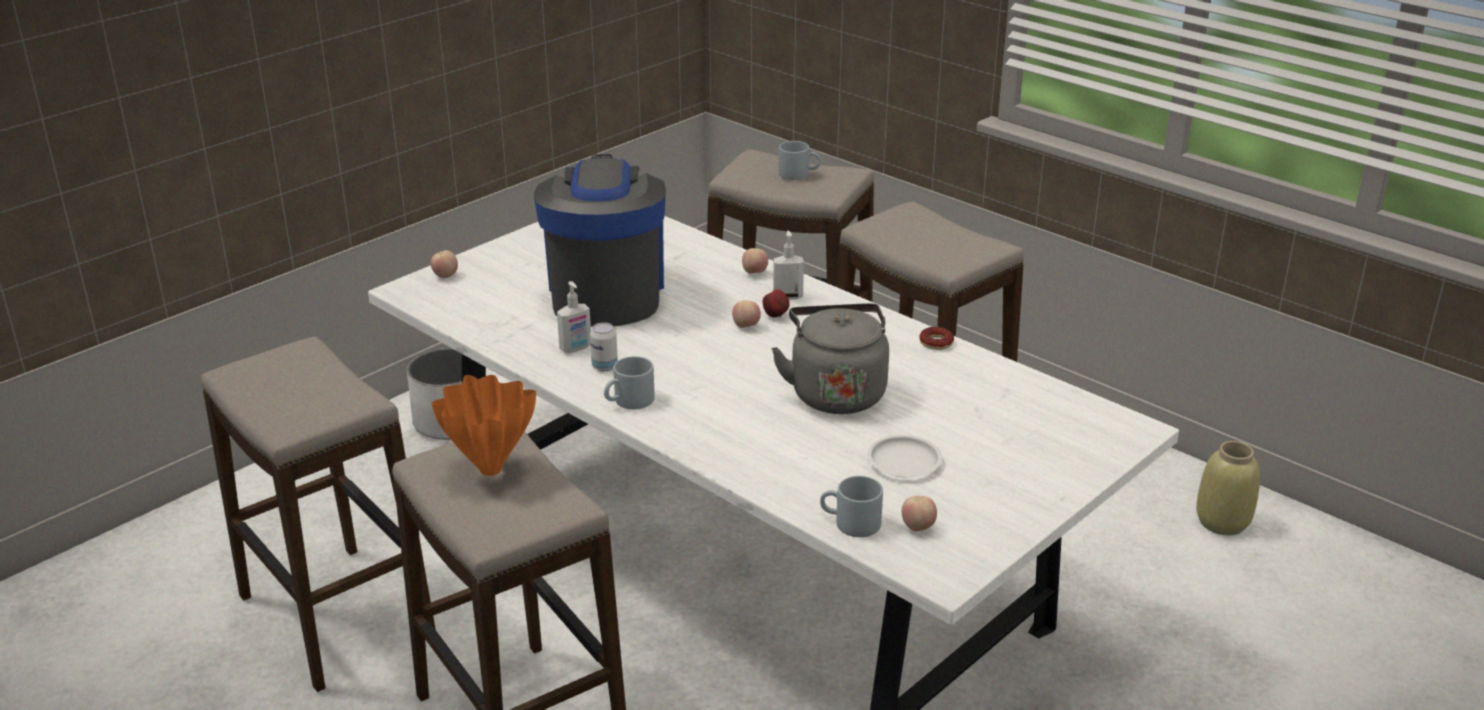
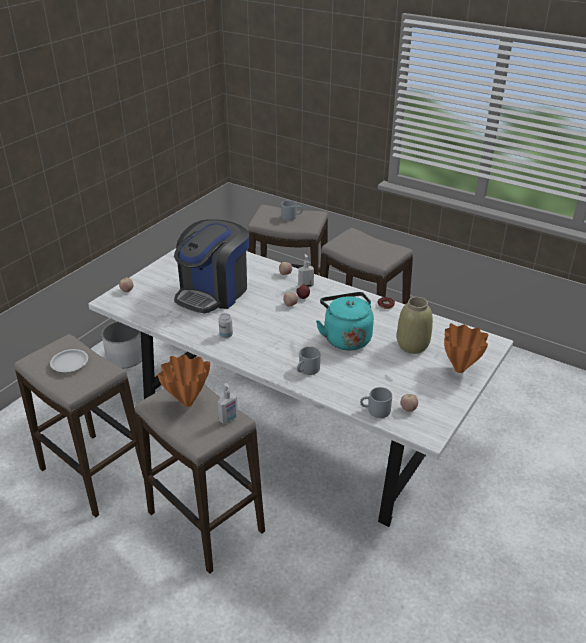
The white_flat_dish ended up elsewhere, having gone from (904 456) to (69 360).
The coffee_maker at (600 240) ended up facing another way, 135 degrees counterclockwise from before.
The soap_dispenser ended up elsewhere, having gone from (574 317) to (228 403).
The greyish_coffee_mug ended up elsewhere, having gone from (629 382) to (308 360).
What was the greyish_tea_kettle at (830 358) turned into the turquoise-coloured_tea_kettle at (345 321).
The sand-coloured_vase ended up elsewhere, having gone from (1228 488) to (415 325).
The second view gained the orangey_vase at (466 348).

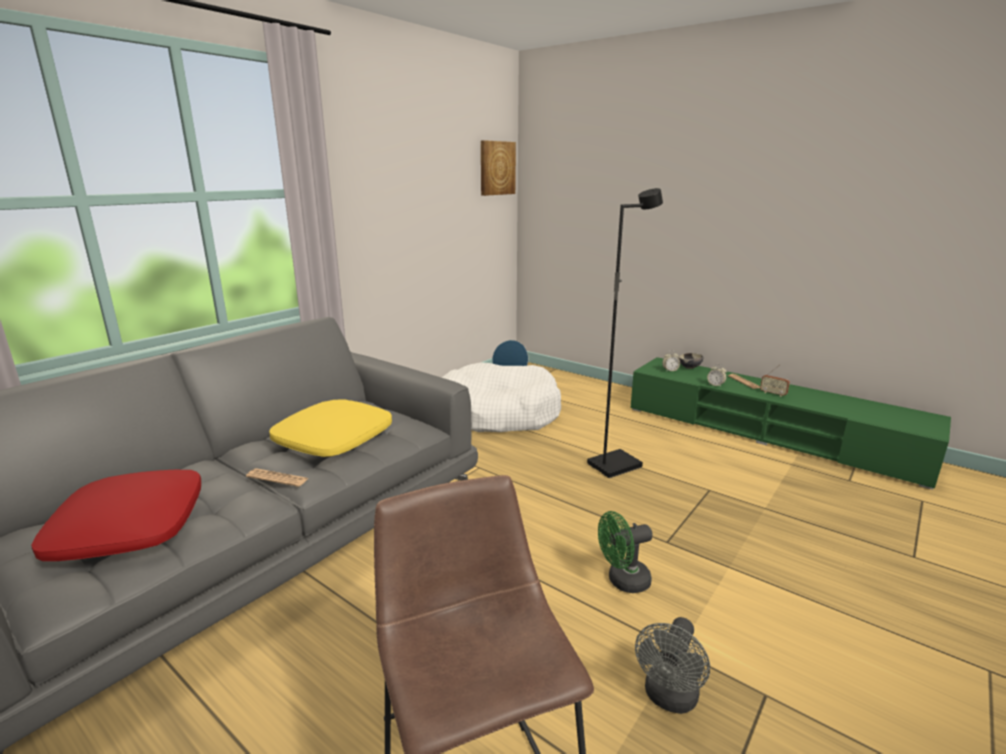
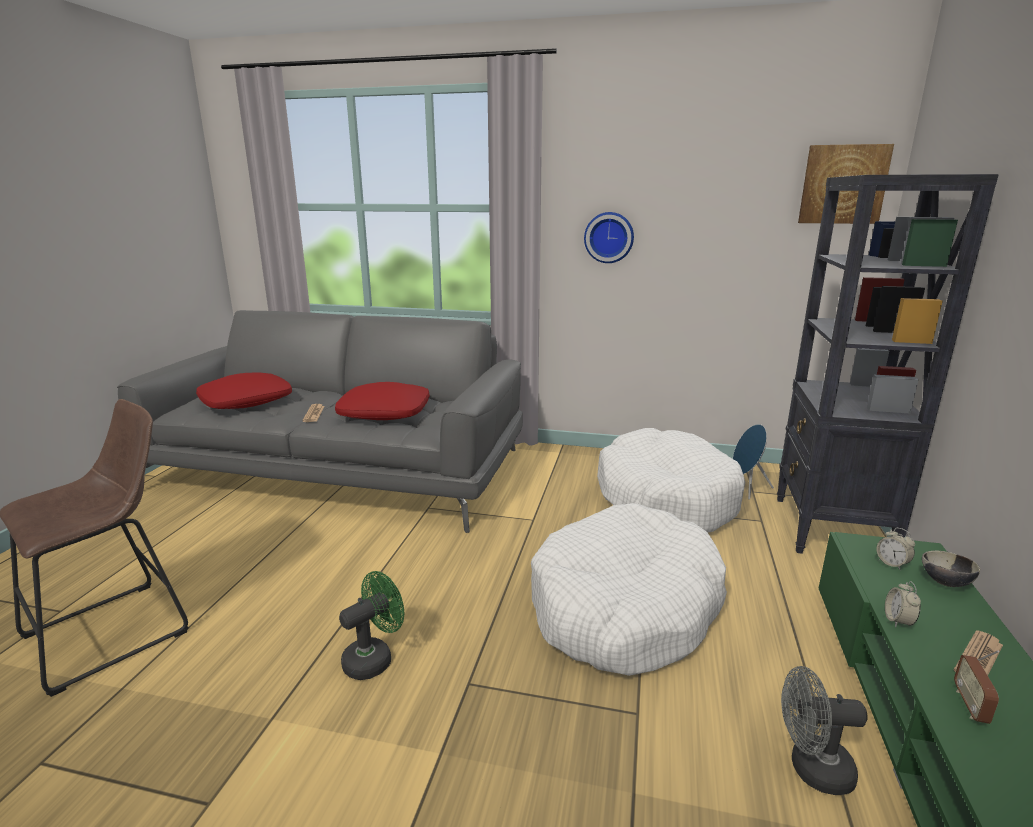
What was the yellow-coloured_pillow at (330 428) turned into the red_pillow at (382 401).
The green_electric_fan at (625 552) ended up facing another way, 90 degrees clockwise from before.
Where the blackish_standing_lamp stood at (625 333), the white_dog_bed came to stand at (629 589).
The second view gained the wall_clock at (609 237).
The second view gained the blackish_shelving_unit at (888 364).
The greyish_electric_fan ended up elsewhere, having gone from (672 665) to (824 730).

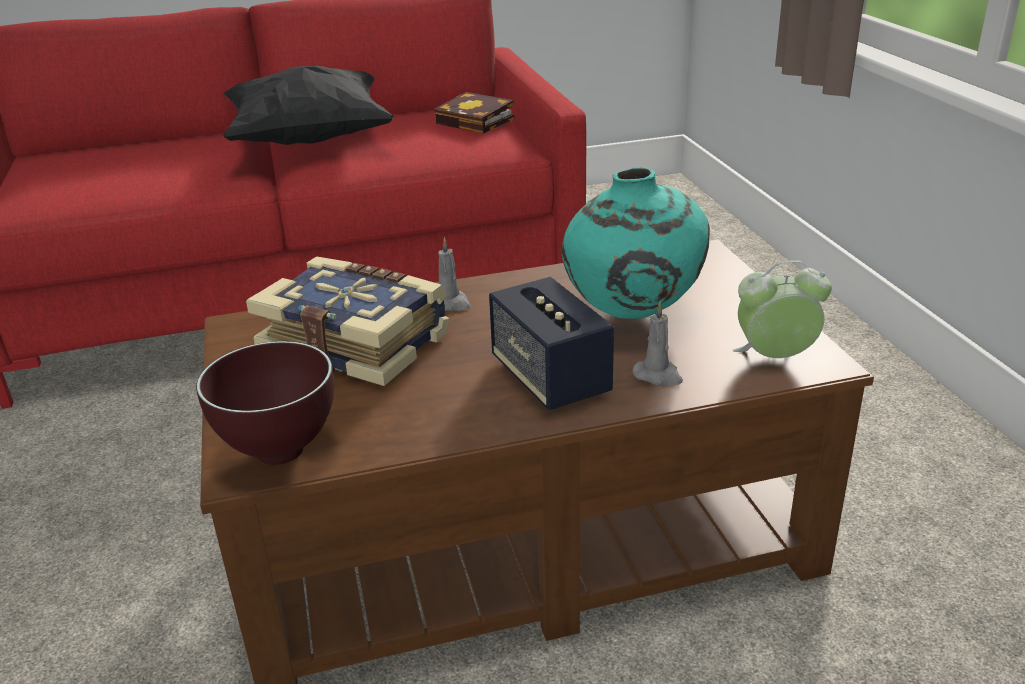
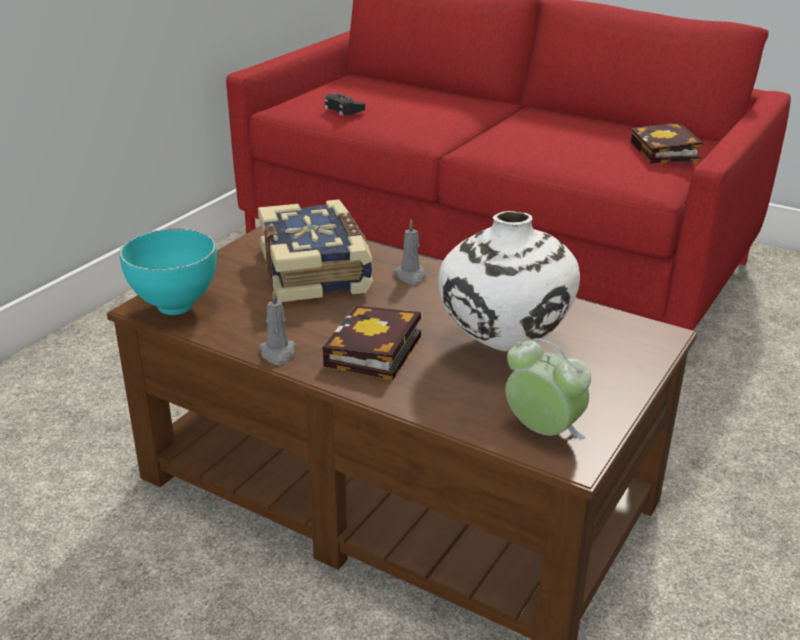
What was the brownish_bowl at (265 403) turned into the turquoise-coloured_bowl at (168 272).
The greyish_wax_light ended up elsewhere, having gone from (658 343) to (277 327).
Where the speaker stood at (551 343), the volume came to stand at (371 343).
The second view gained the blackish_joypad at (345 104).
What was the turquoise-coloured_vase at (636 243) turned into the white_vase at (509 281).
The second view lost the blackish_pillow at (308 105).

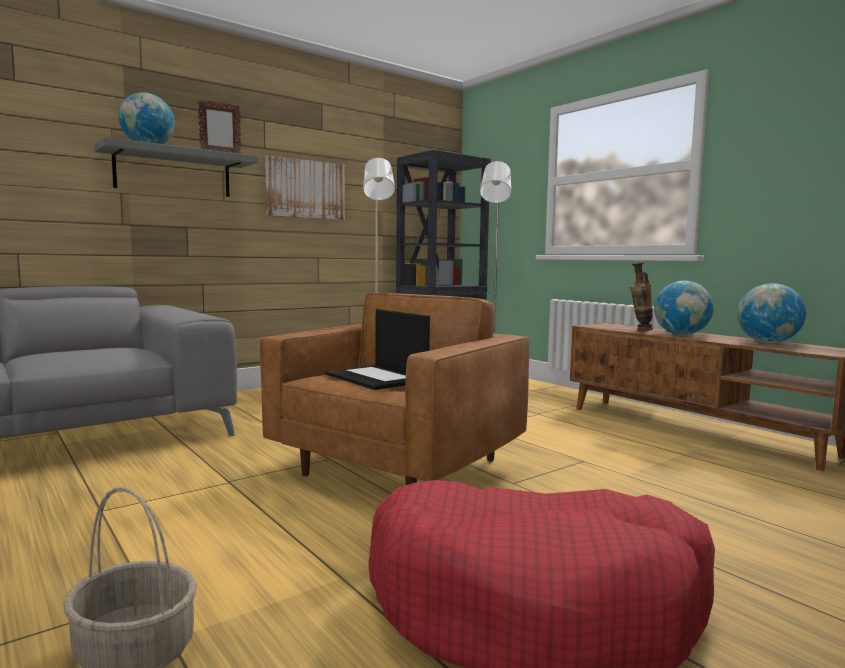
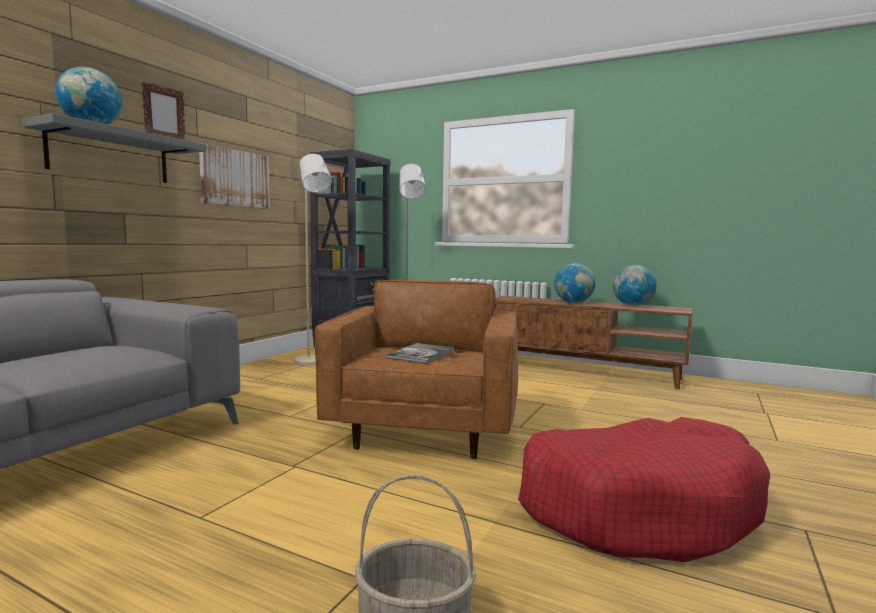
Where the notebook_computer stood at (378 349), the volume came to stand at (420 353).
The second view lost the vase at (641 296).

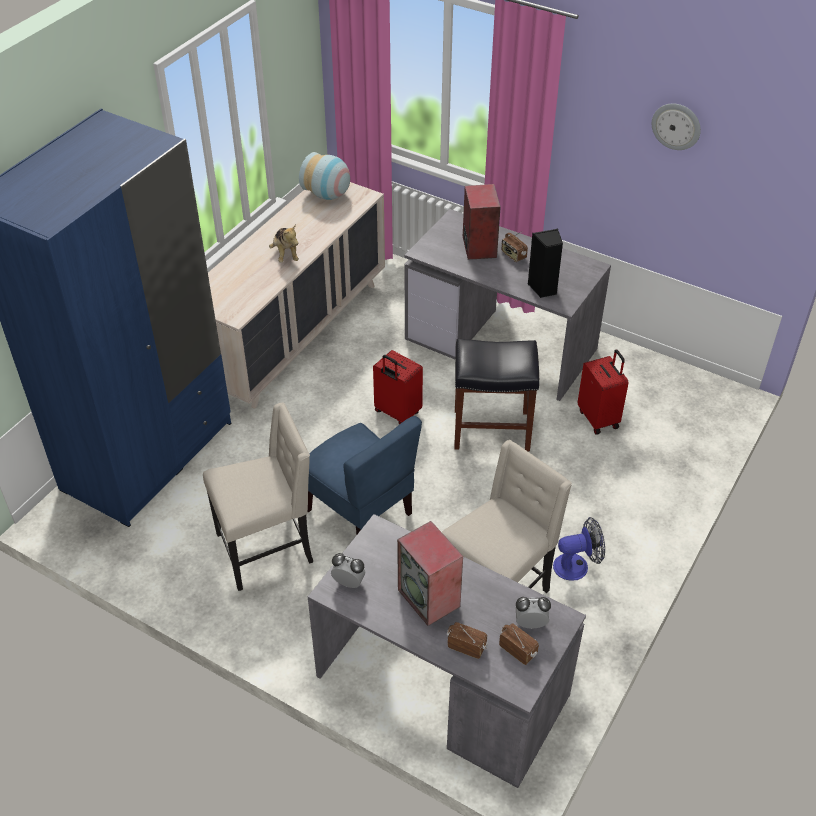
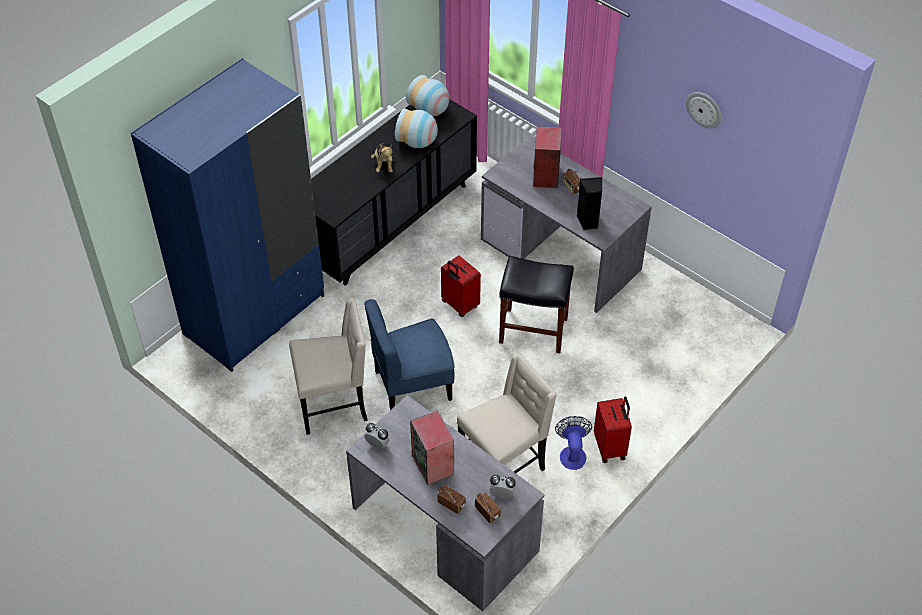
What was the sand-coloured_dresser at (296 295) turned into the blackish_dresser at (394 192).
The blue-coloured_upright_chair at (365 475) ended up facing another way, 105 degrees clockwise from before.
The second view gained the vase at (416 128).
The electric_fan at (579 549) ended up facing another way, 90 degrees counterclockwise from before.
The red_piece_of_luggage ended up elsewhere, having gone from (603 392) to (613 430).

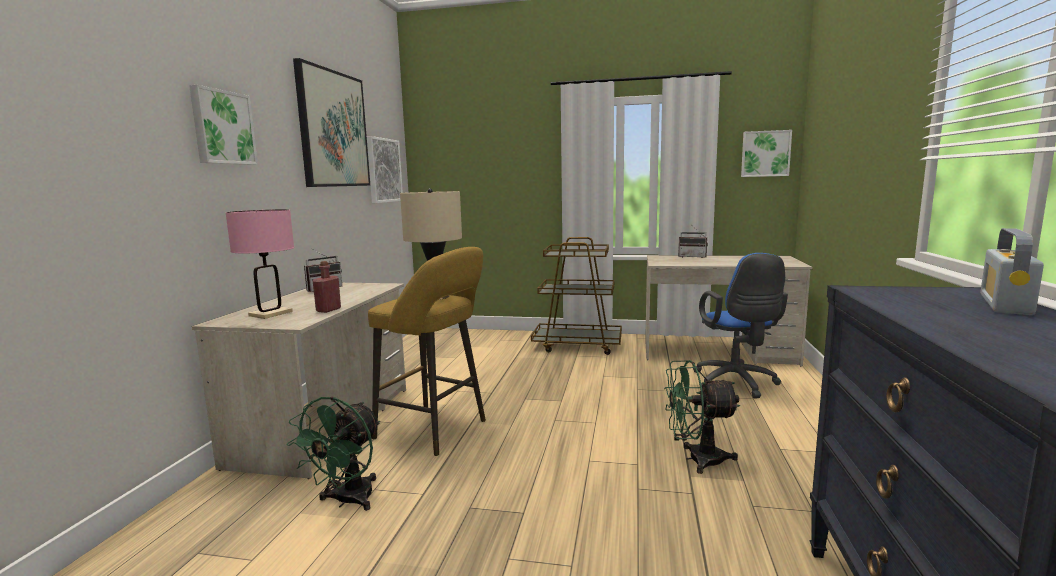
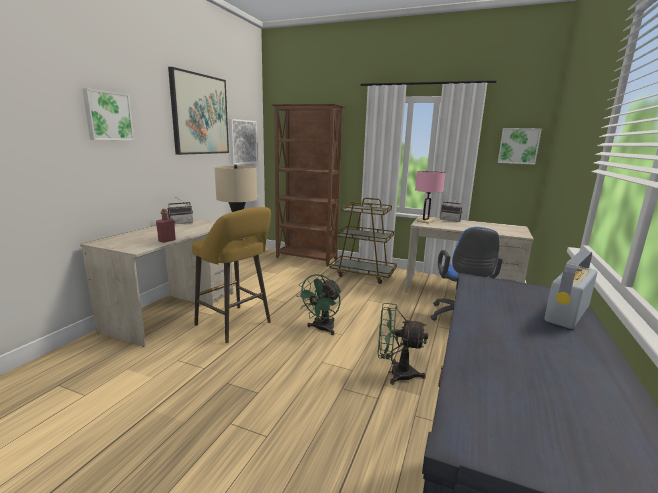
The second view gained the brownish_shelving_unit at (308 185).
The green_electric_fan ended up elsewhere, having gone from (333 453) to (318 304).
The pink_tabletop_lamp ended up elsewhere, having gone from (259 264) to (430 197).

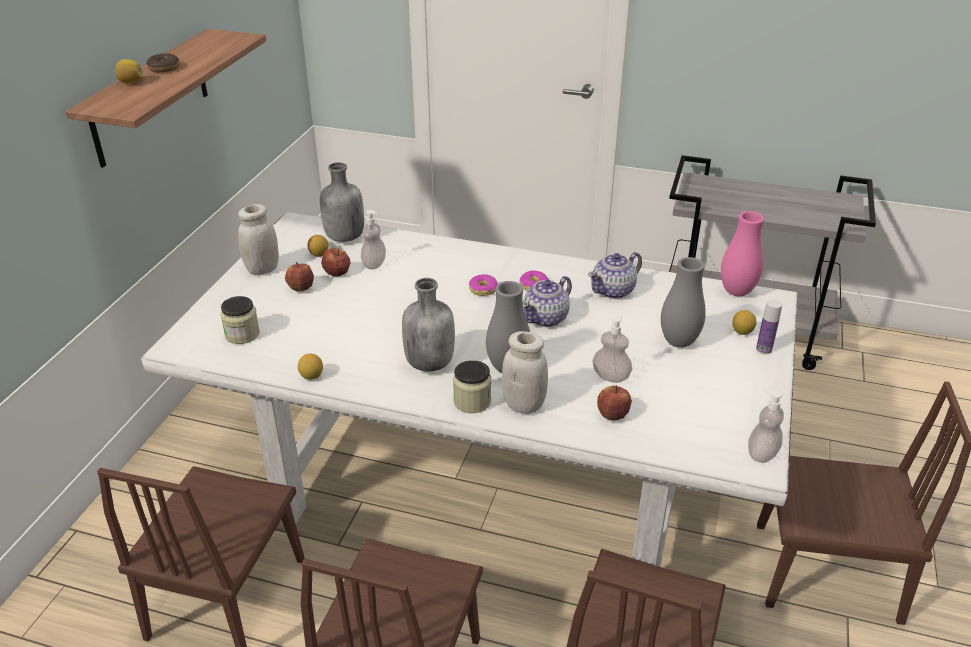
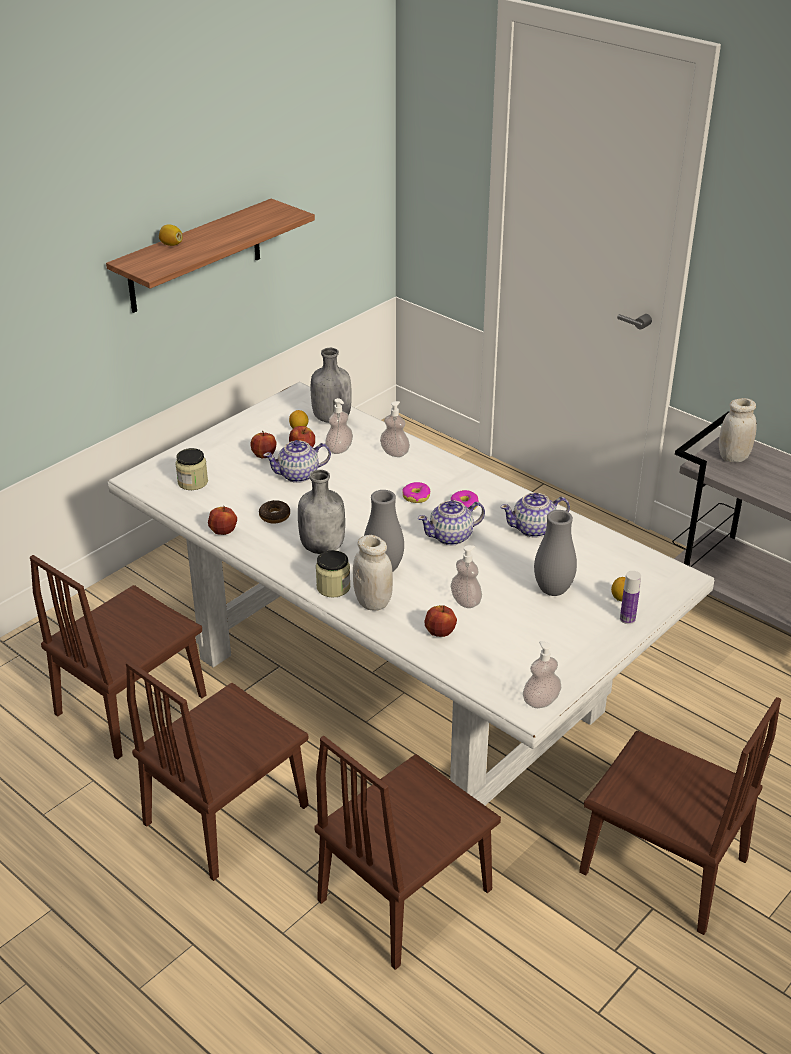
Where the citrus_fruit stood at (310 367), the apple_fruit came to stand at (222 520).
The ring_doughnut ended up elsewhere, having gone from (163 63) to (274 511).
The second view gained the tea_pot at (297 461).
The second view gained the soap_dispenser at (395 429).
The white_storage_jar ended up elsewhere, having gone from (258 239) to (738 430).
The second view lost the pink_vase at (742 253).

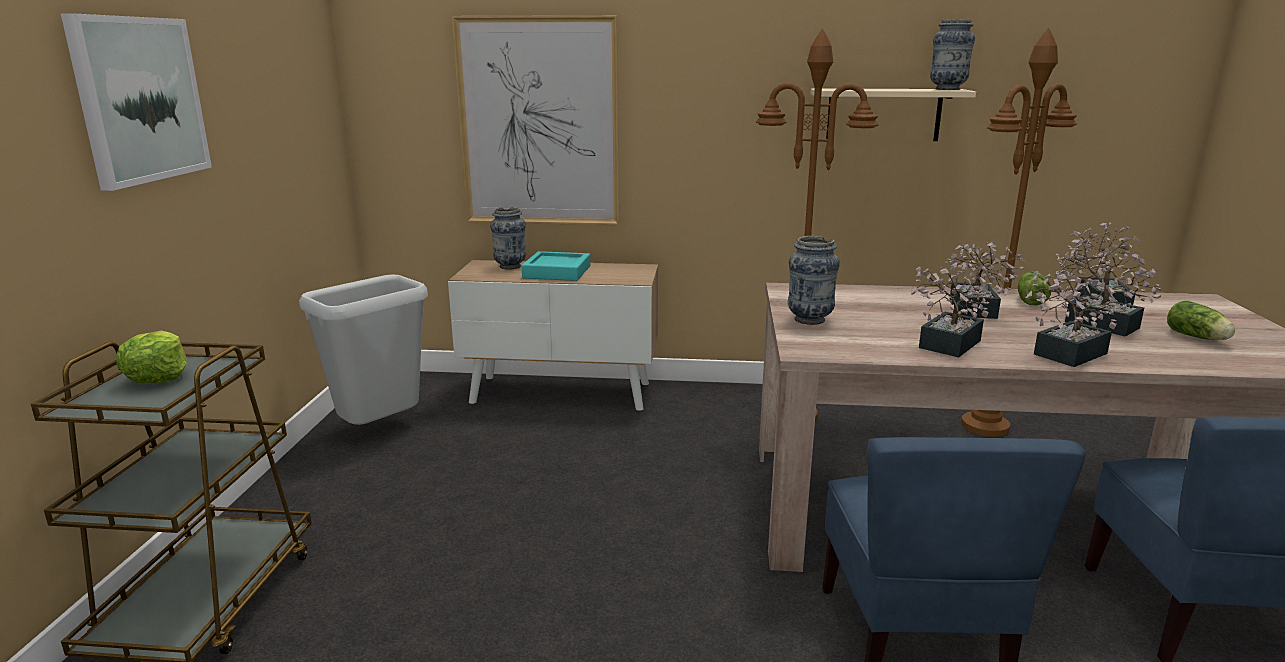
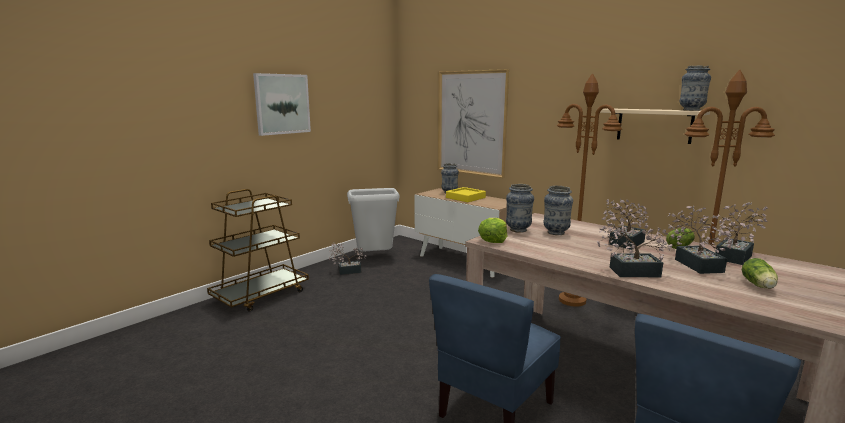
The plant_in_a_pot ended up elsewhere, having gone from (950 311) to (347 258).
What was the turquoise-coloured_serving_tray at (556 266) turned into the yellow-coloured_serving_tray at (466 194).
The lettuce ended up elsewhere, having gone from (151 357) to (492 230).
The second view gained the vase at (558 210).

